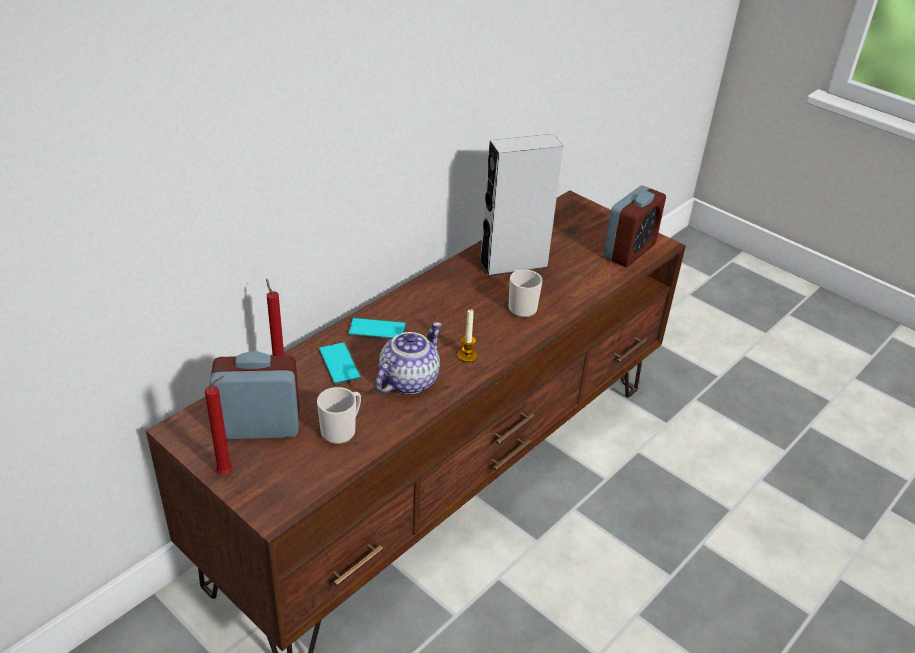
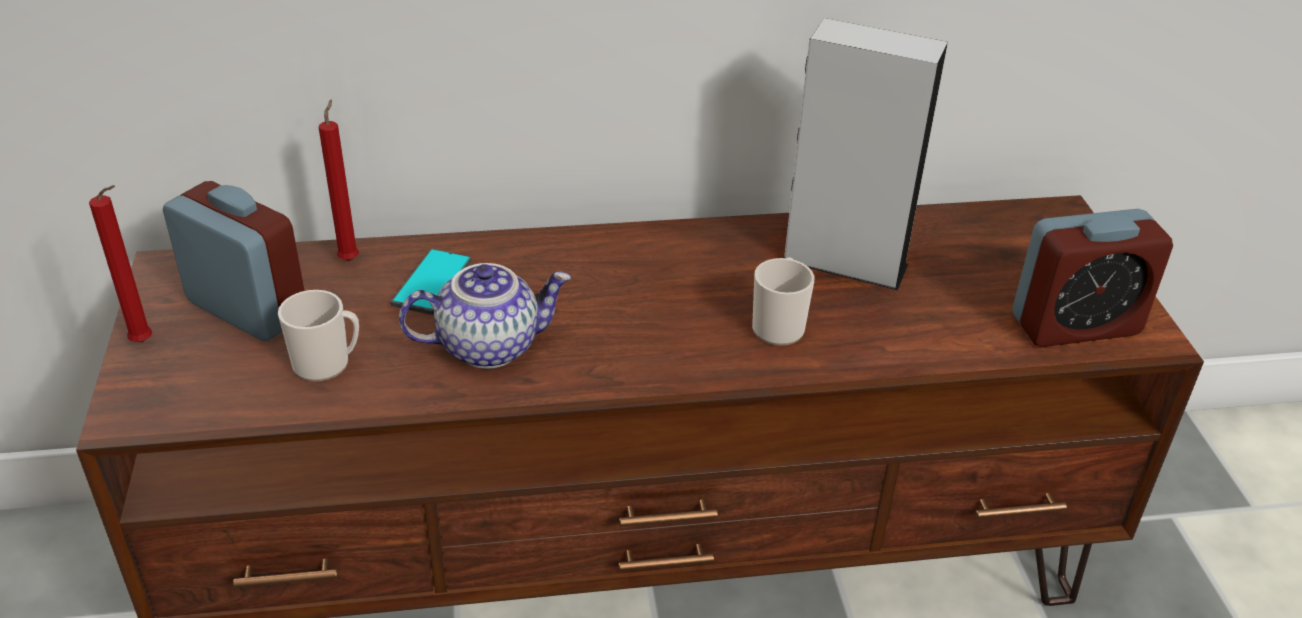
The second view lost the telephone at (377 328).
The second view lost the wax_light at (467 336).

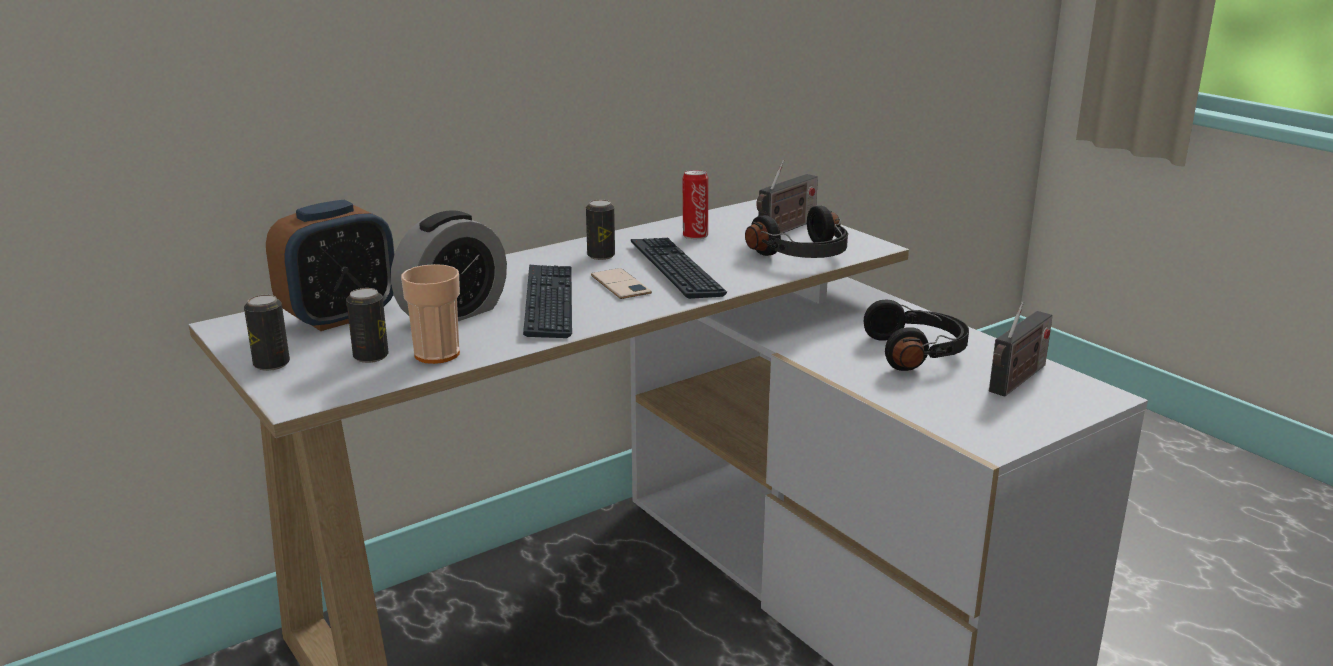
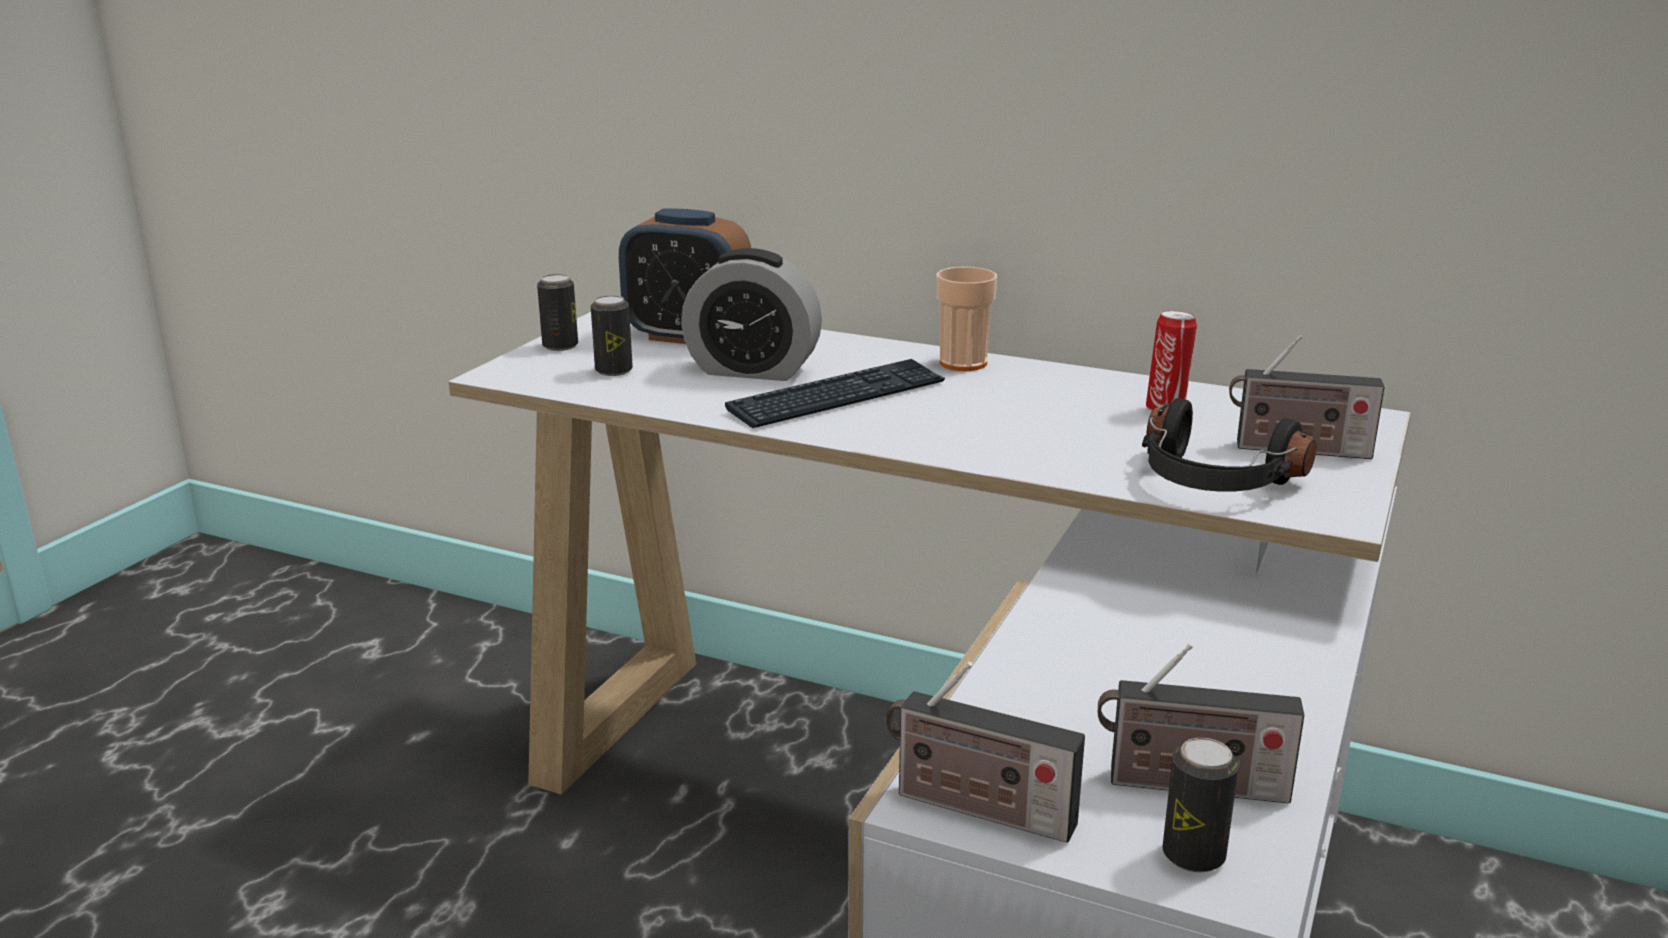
The second view gained the radio_receiver at (985 752).
The drinking_cup ended up elsewhere, having gone from (430 314) to (967 319).
The can ended up elsewhere, having gone from (600 230) to (1201 805).
The second view lost the telephone at (621 283).
The second view lost the computer_keyboard at (679 268).
The second view lost the blackish_pair_of_headphones at (916 335).

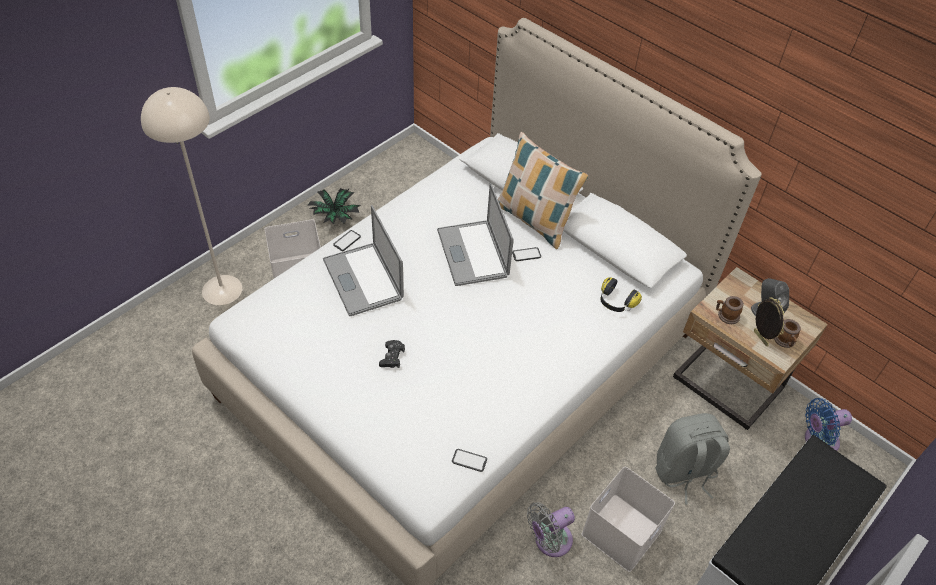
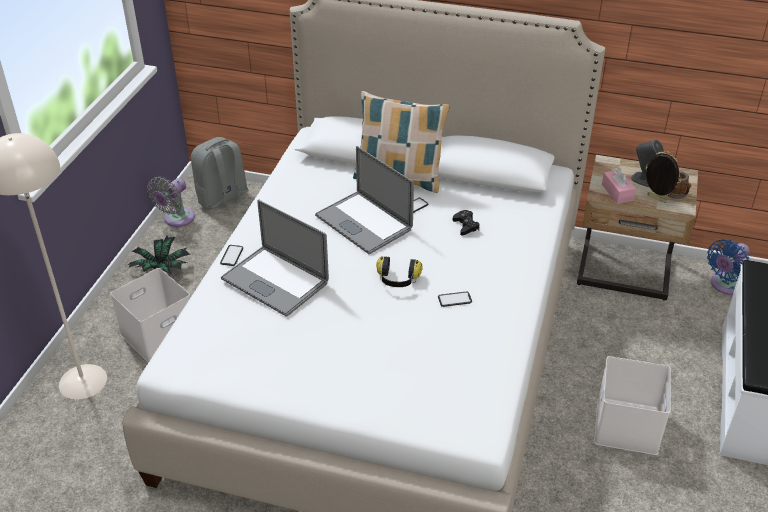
The greyish_electric_fan ended up elsewhere, having gone from (551 529) to (171 201).
The greyish_rucksack ended up elsewhere, having gone from (692 458) to (220 176).
The pair_of_headphones ended up elsewhere, having gone from (621 294) to (399 272).
The telephone ended up elsewhere, having gone from (469 460) to (455 299).
The blackish_joypad ended up elsewhere, having gone from (392 354) to (466 222).
Where the coffee_mug stood at (730 310), the pink_tissue_holder came to stand at (619 186).

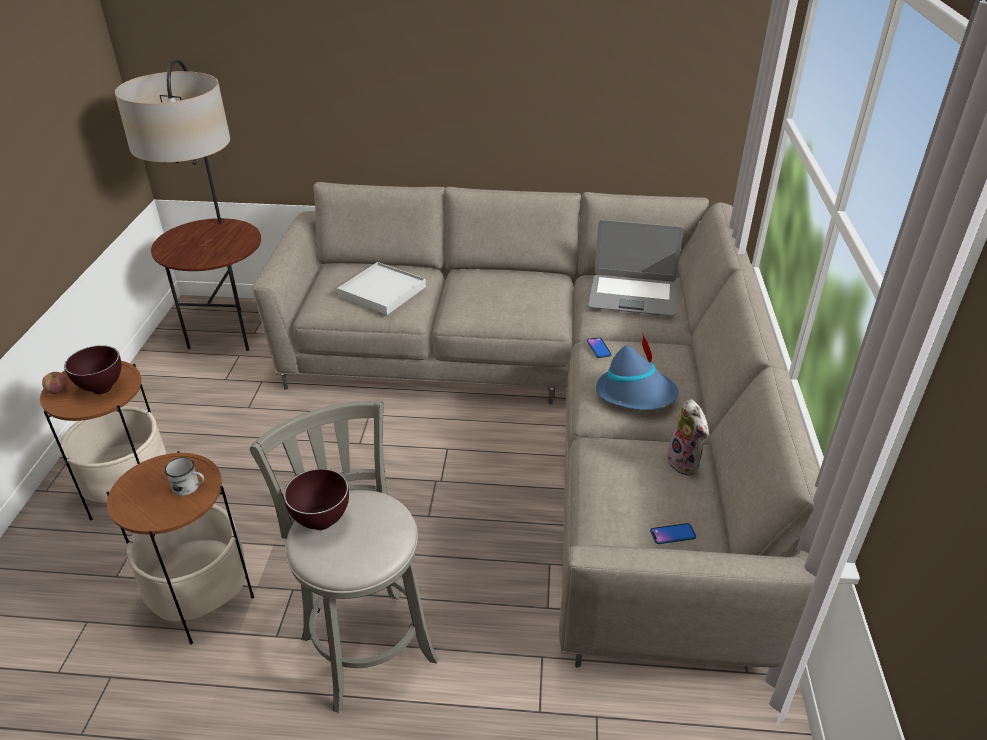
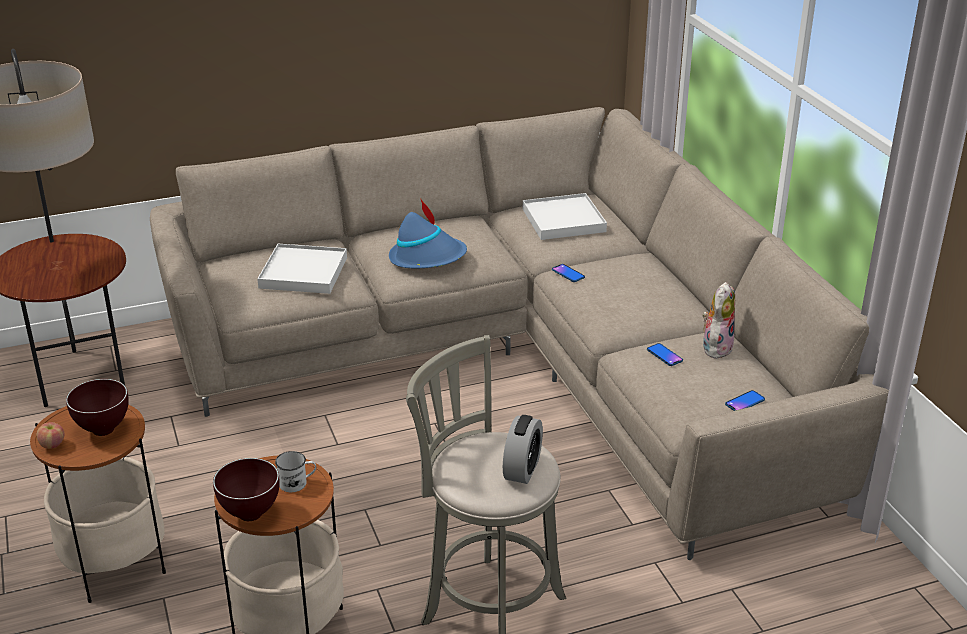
The brownish_bowl ended up elsewhere, having gone from (316 499) to (246 489).
The blue-coloured_clothing_hat ended up elsewhere, having gone from (637 371) to (428 233).
The second view gained the bedside_clock at (523 449).
Where the notebook_computer stood at (636 268), the white_serving_tray came to stand at (565 216).
The second view gained the telephone at (665 354).
The plush_toy at (688 437) ended up facing another way, 105 degrees counterclockwise from before.

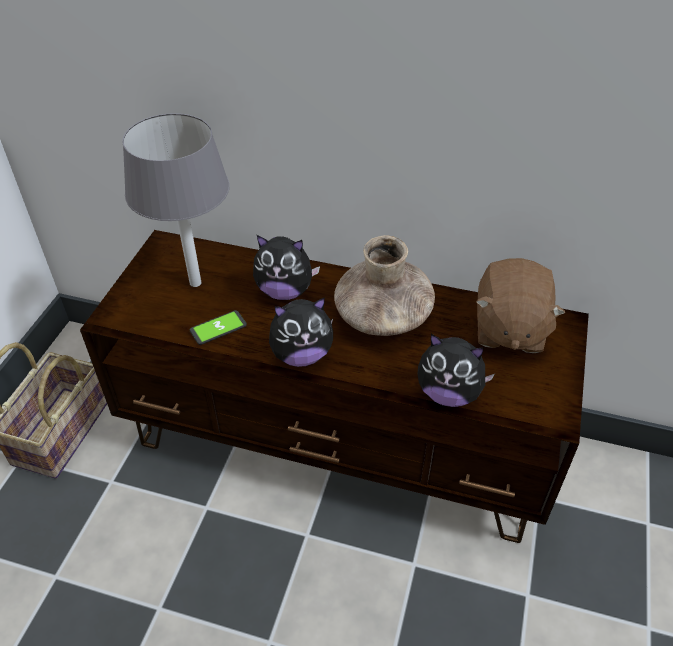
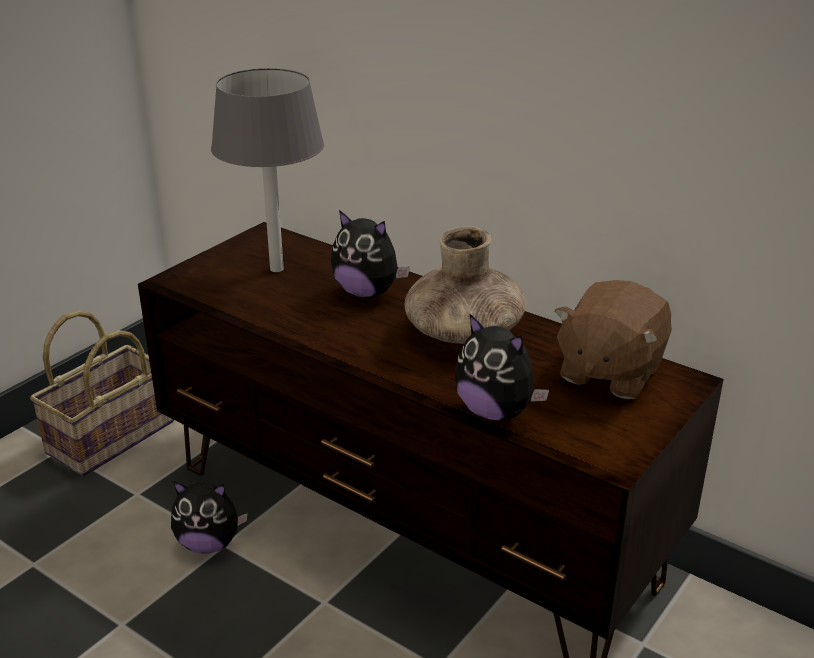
The plush_toy ended up elsewhere, having gone from (301 332) to (209 517).
The second view lost the telephone at (218 327).

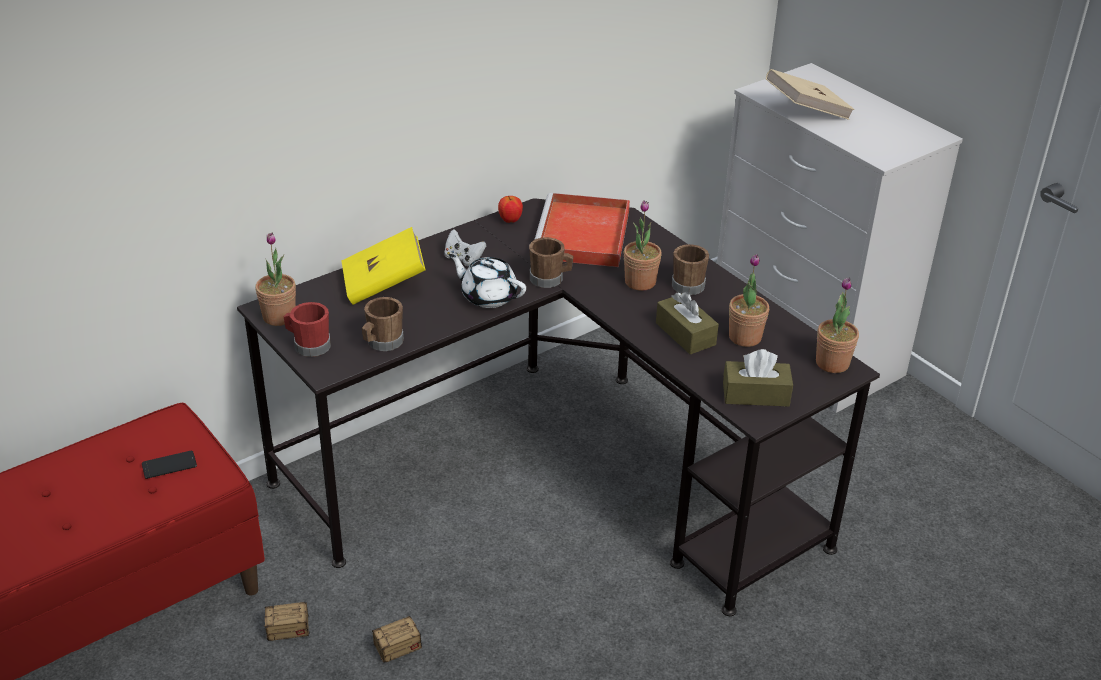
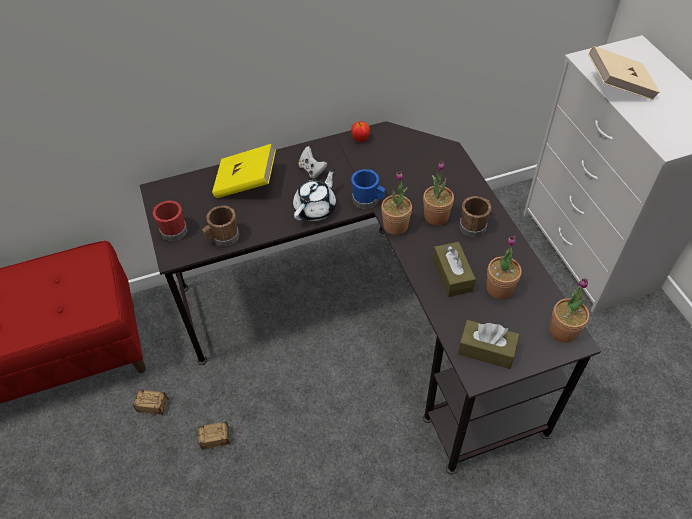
The white_tea_pot at (487 281) ended up facing another way, 75 degrees clockwise from before.
What was the brownish_coffee_mug at (551 262) turned into the blue-coloured_coffee_mug at (368 189).
The plant_in_a_pot ended up elsewhere, having gone from (275 279) to (396 203).
The second view lost the telephone at (169 465).
The second view lost the red_serving_tray at (582 230).

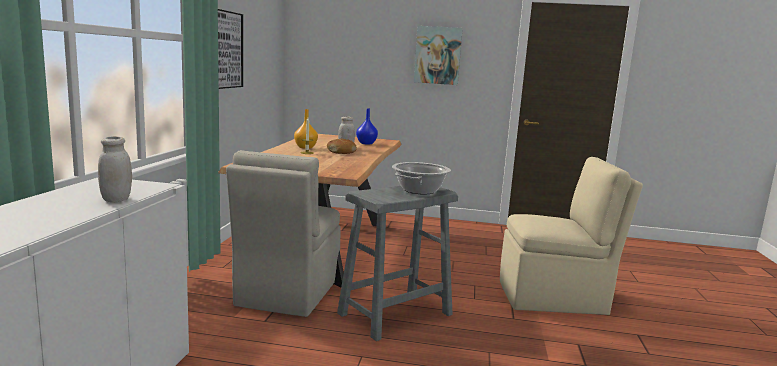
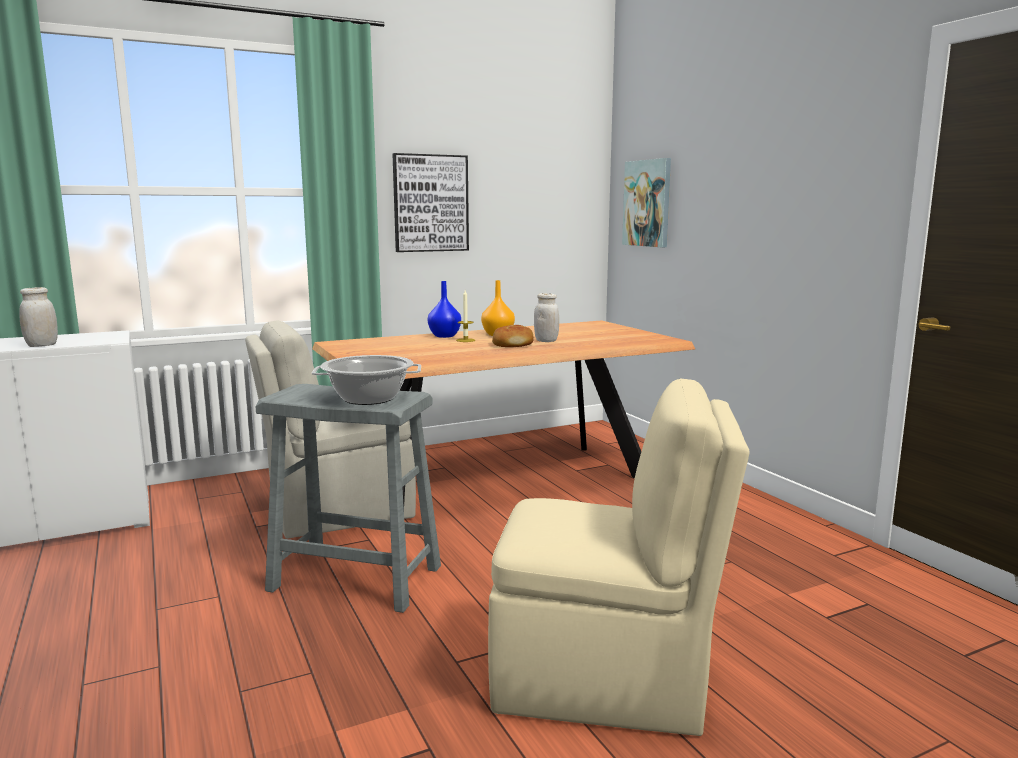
The blue-coloured_vase ended up elsewhere, having gone from (367 126) to (444 309).
The sand-coloured_upright_chair at (571 236) ended up facing another way, 45 degrees counterclockwise from before.
The picture ended up elsewhere, having gone from (438 55) to (646 202).

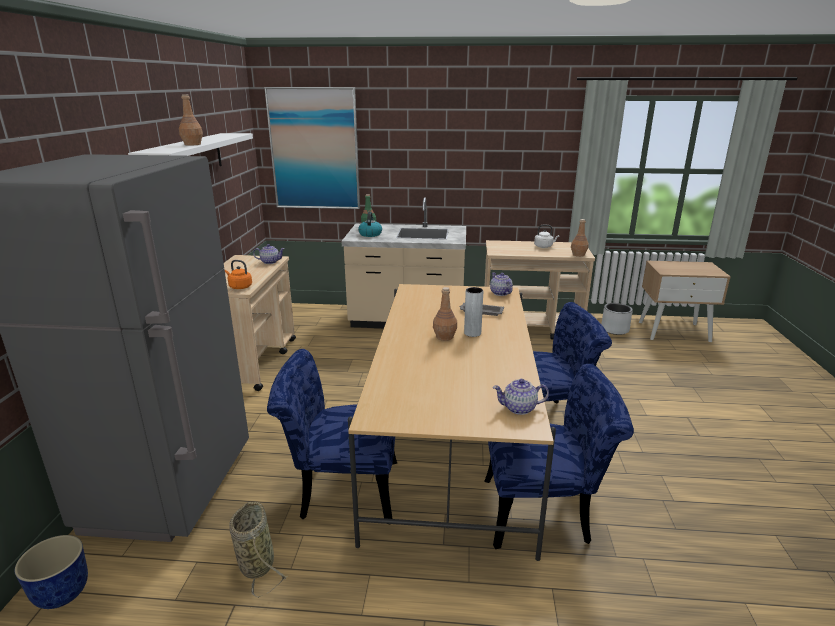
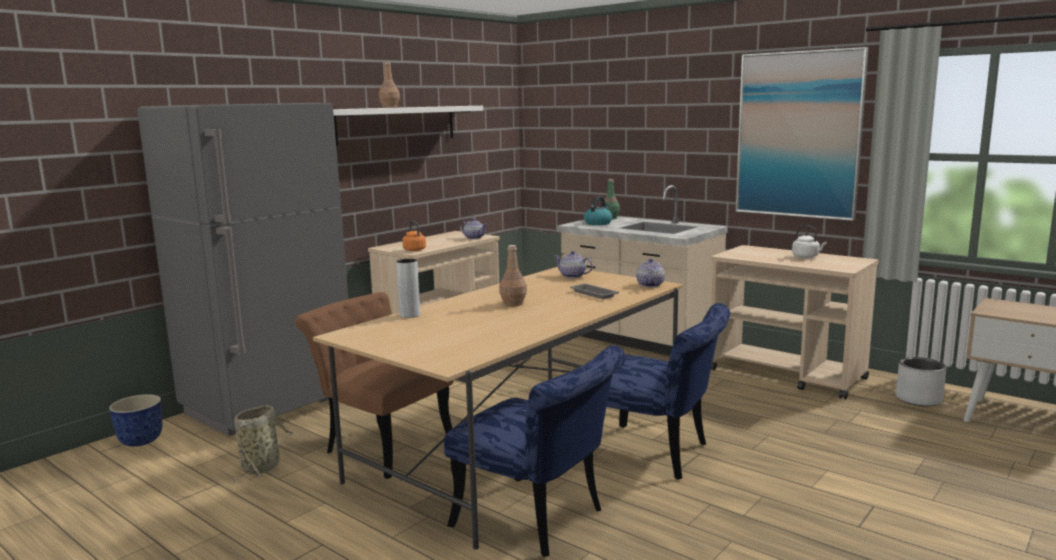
What was the blue-coloured_upright_chair at (332 437) turned into the brownish_upright_chair at (374 385).
The greyish_vase ended up elsewhere, having gone from (473 312) to (408 288).
The tea_pot ended up elsewhere, having gone from (521 397) to (573 264).
The picture ended up elsewhere, having gone from (312 148) to (802 134).
The second view lost the brownish_drink_bottle at (580 238).

